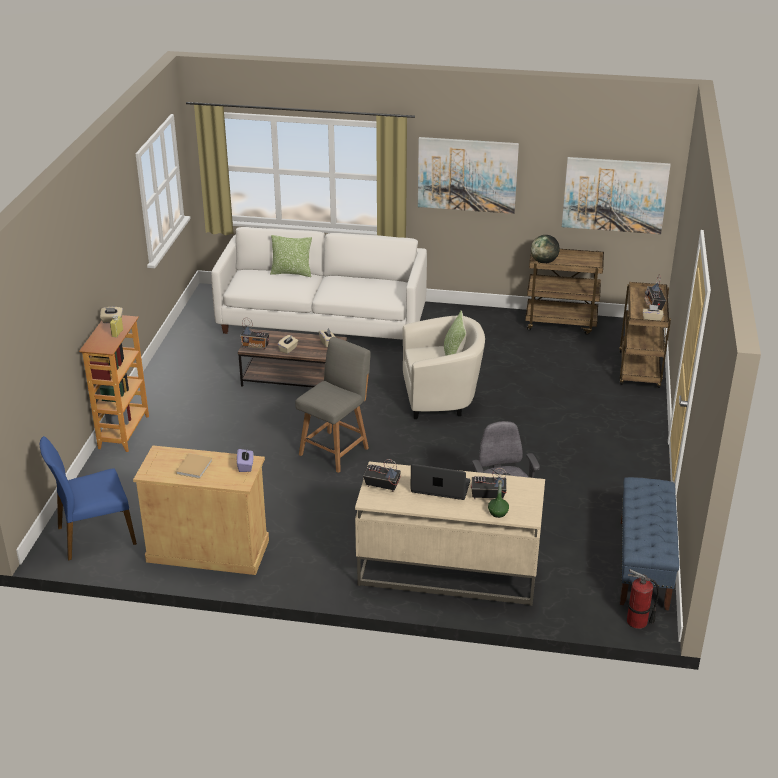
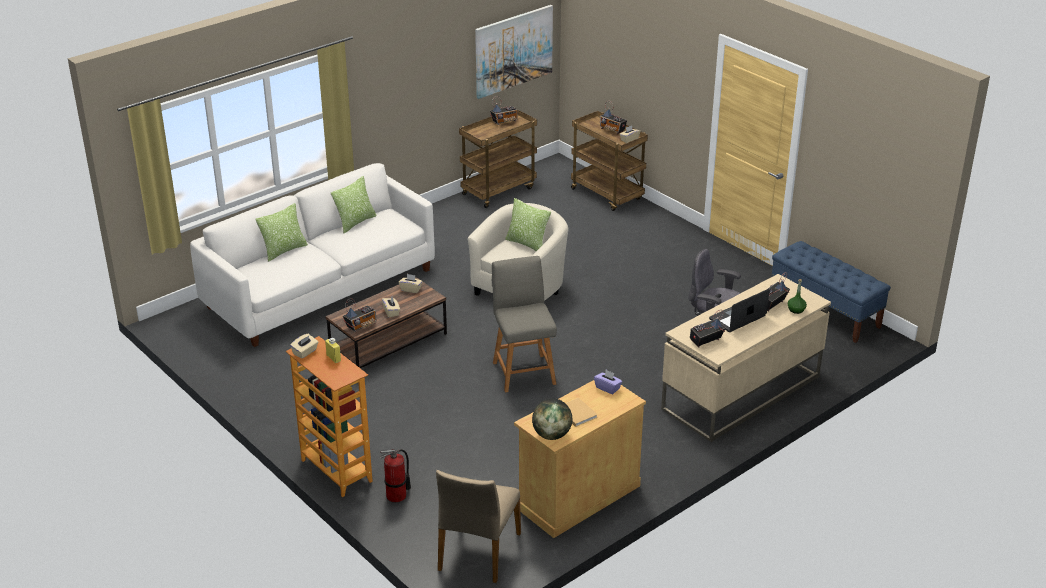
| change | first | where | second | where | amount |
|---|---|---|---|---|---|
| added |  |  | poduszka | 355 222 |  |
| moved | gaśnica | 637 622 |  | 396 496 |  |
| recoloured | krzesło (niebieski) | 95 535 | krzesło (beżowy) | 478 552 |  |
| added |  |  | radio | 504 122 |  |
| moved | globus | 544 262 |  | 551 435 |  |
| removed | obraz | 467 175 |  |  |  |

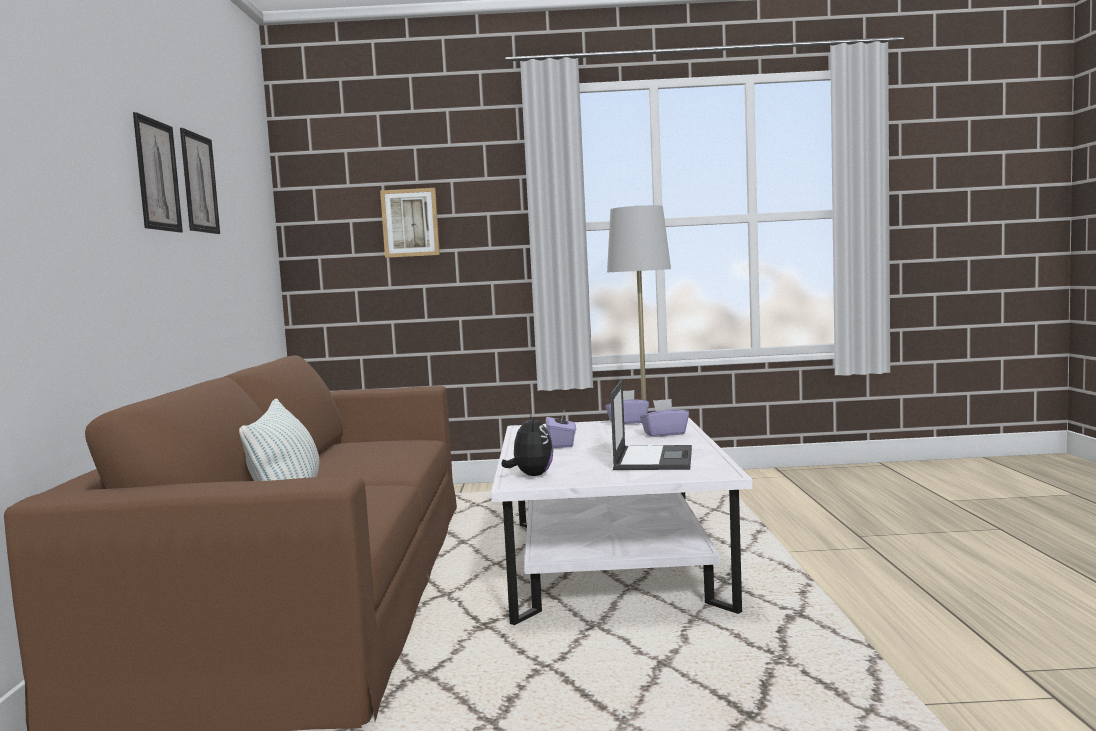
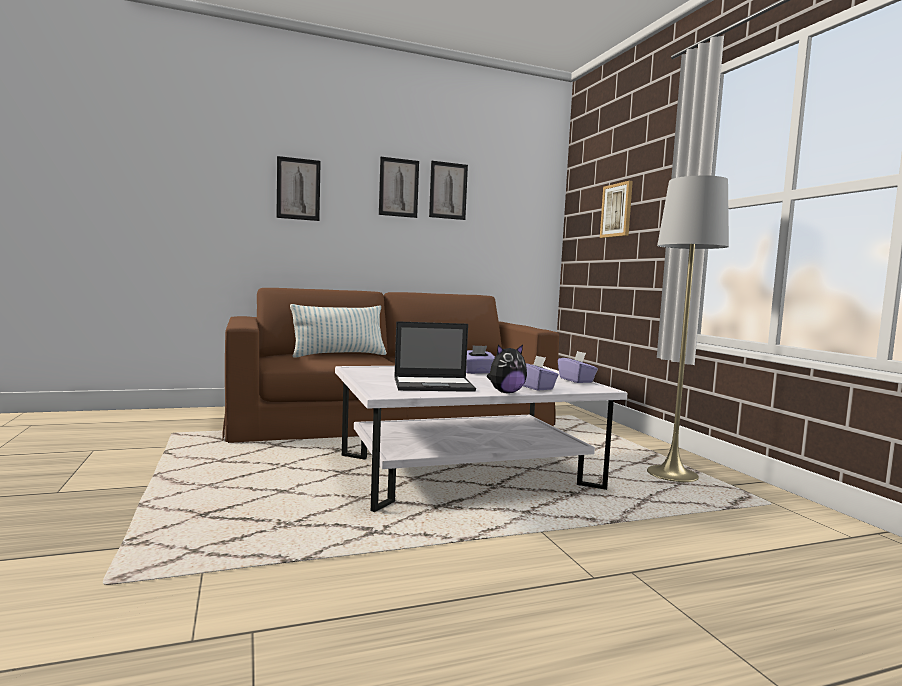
| change | first | where | second | where | amount |
|---|---|---|---|---|---|
| added |  |  | obraz | 298 189 |  |
| moved | pluszak | 531 475 |  | 506 392 |  |

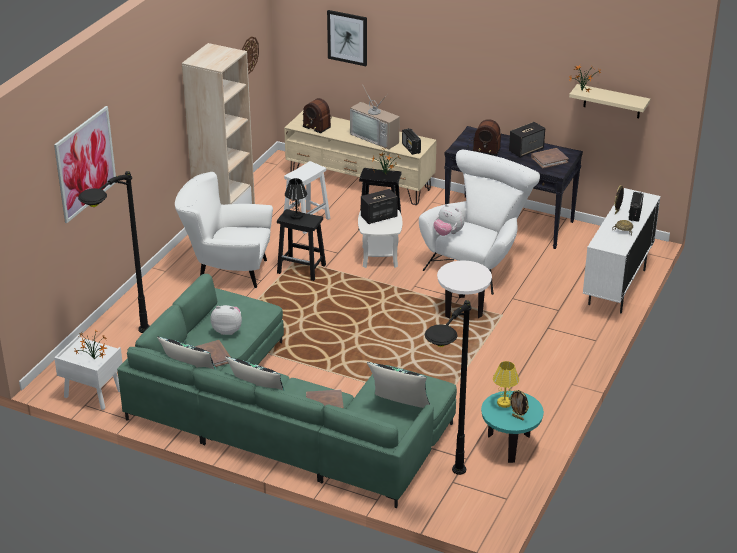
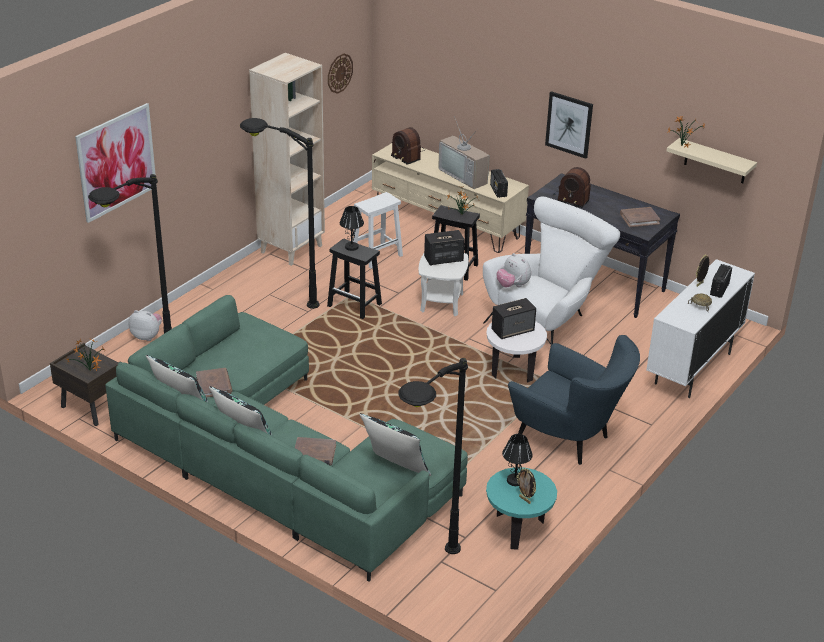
| change | first | where | second | where | amount |
|---|---|---|---|---|---|
| recoloured | szafka nocna (biały) | 92 394 | szafka nocna (brązowy) | 91 407 |  |
| moved | pluszak | 227 330 |  | 147 336 |  |
| replaced | fotel (biały) | 227 271 | lampa stojąca (czarny) | 276 297 |  |
| moved | głośnik | 526 150 |  | 513 330 |  |
| recoloured | lampa stołowa (żółty) | 504 403 | lampa stołowa (czarny) | 515 481 |  |
| added |  |  | fotel (niebieski) | 569 440 |  |
| moved | obraz | 347 37 |  | 569 124 |  |

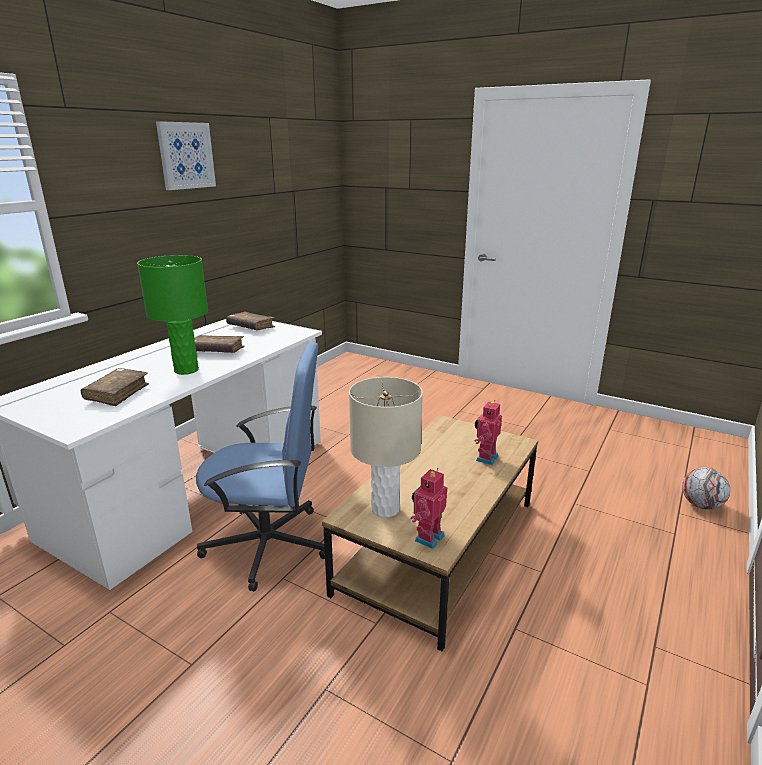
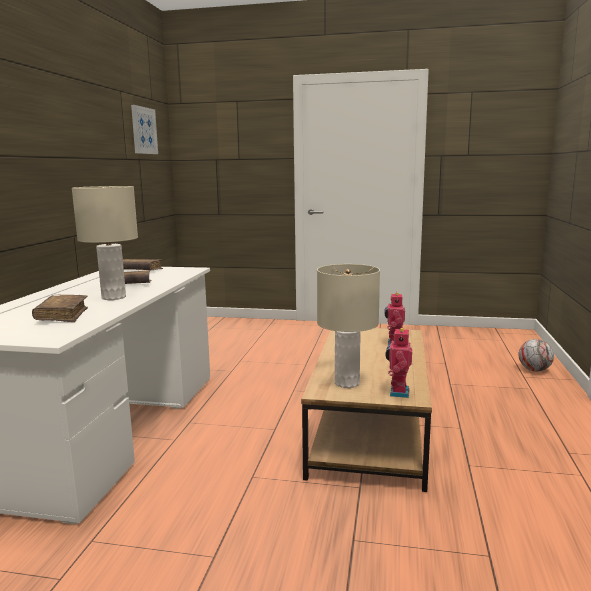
| change | first | where | second | where | amount |
|---|---|---|---|---|---|
| recoloured | lampa stołowa (zielony) | 186 370 | lampa stołowa (beżowy) | 113 297 |  |
| moved | obraz | 186 155 |  | 143 130 |  |
| removed | krzesło biurowe (niebieski) | 269 544 |  |  |  |

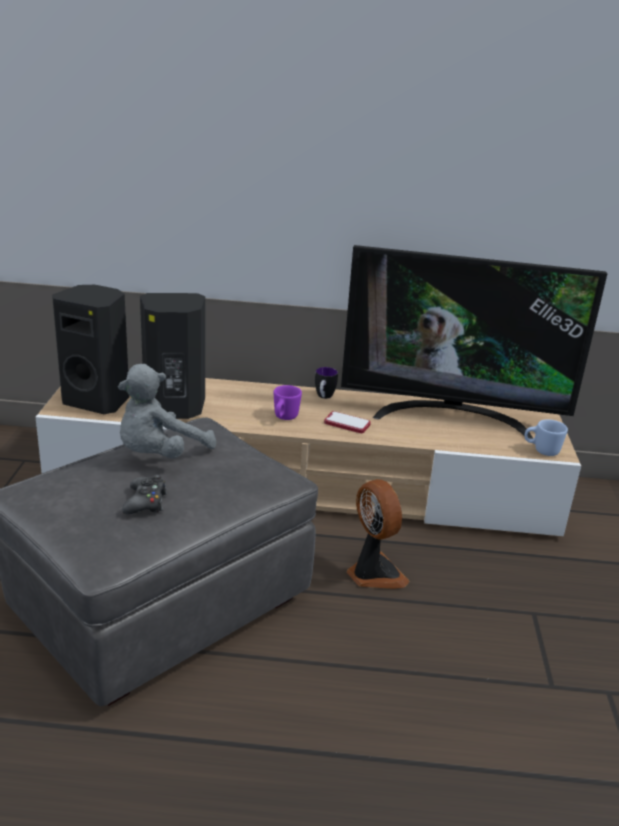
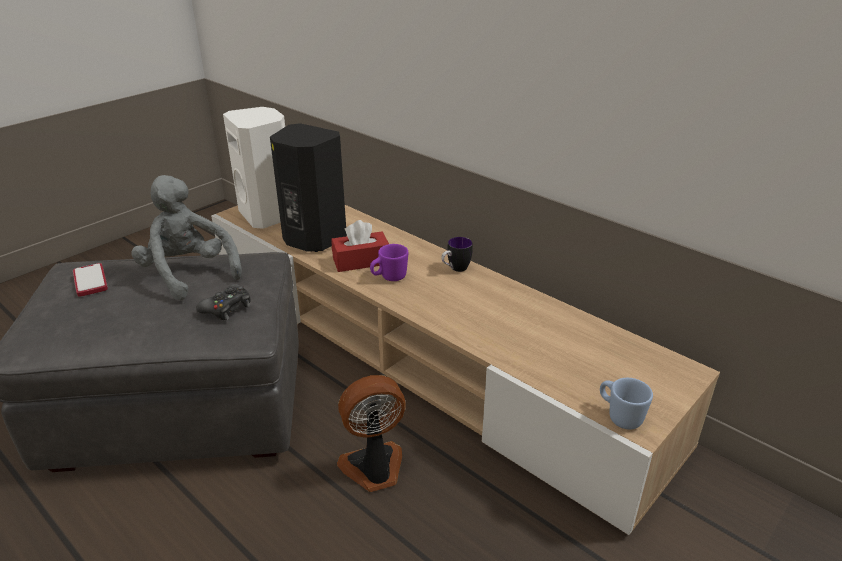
| change | first | where | second | where | amount |
|---|---|---|---|---|---|
| moved | telefon | 347 423 |  | 90 281 |  |
| turned | pluszak (szary) | 160 455 |  | 188 273 | 60 degrees clockwise |
| moved | pad do gier (czarny) | 145 502 |  | 227 308 |  |
| recoloured | głośnik (czarny) | 98 401 | głośnik (biały) | 268 215 |  |
| added |  |  | pudełko chusteczek (czerwony) | 361 261 |  |
| turned | wentylator | 373 573 |  | 374 469 | 120 degrees counterclockwise |
| removed | telewizor | 452 416 |  |  |  |

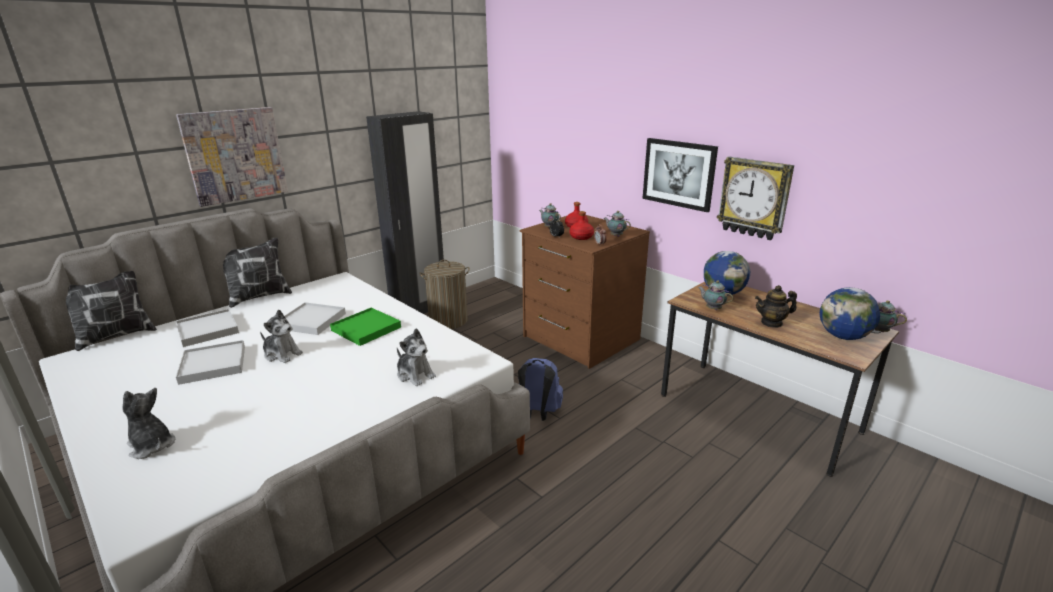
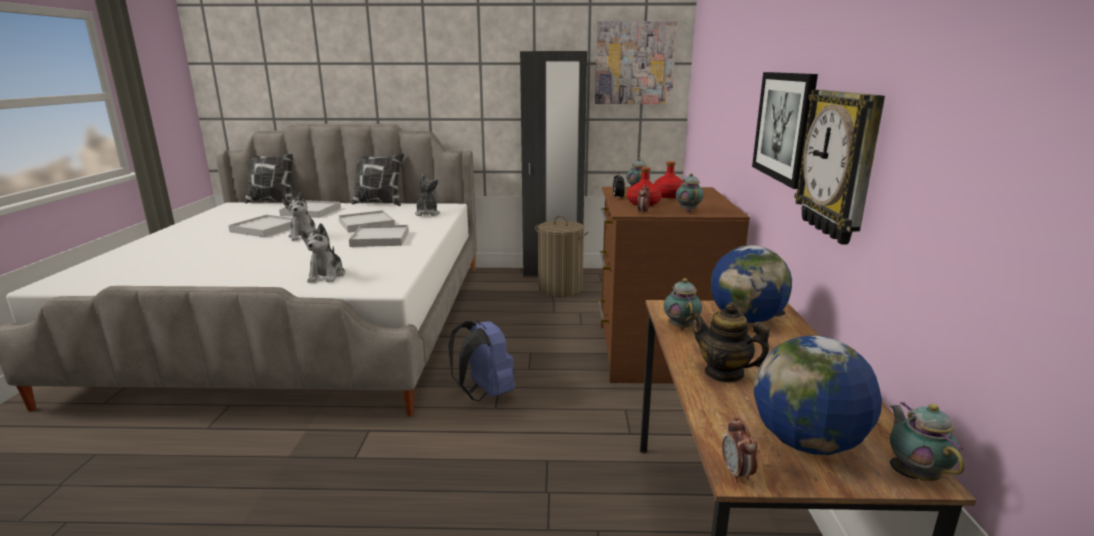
| change | first | where | second | where | amount |
|---|---|---|---|---|---|
| recoloured | taca (zielony) | 366 329 | taca (biały) | 380 239 |  |
| moved | pluszak | 151 446 |  | 427 214 |  |
| moved | obraz | 235 155 |  | 634 63 |  |
| added |  |  | budzik | 736 473 |  |

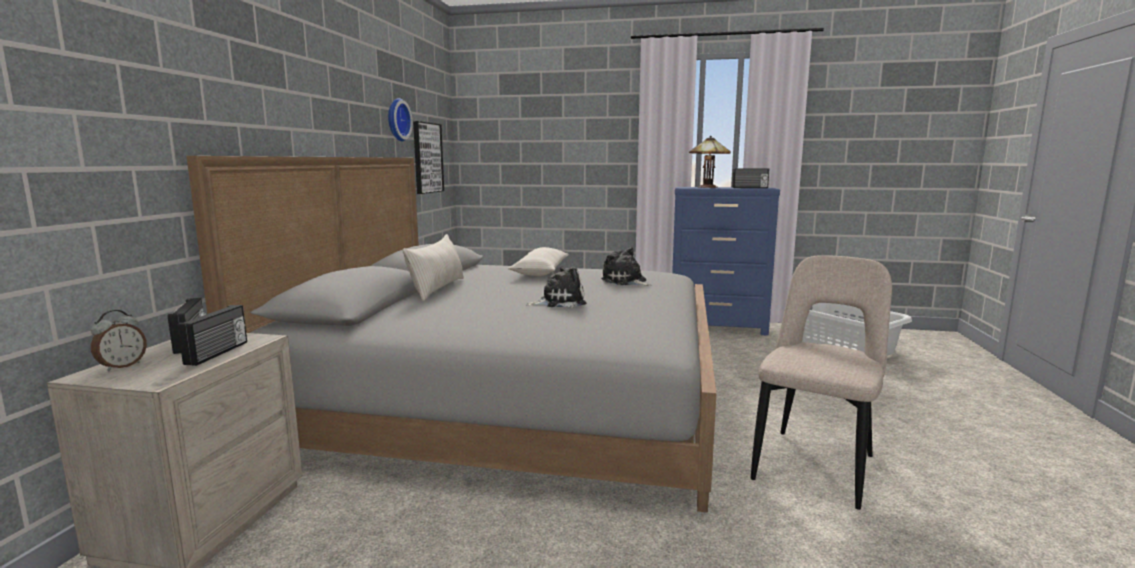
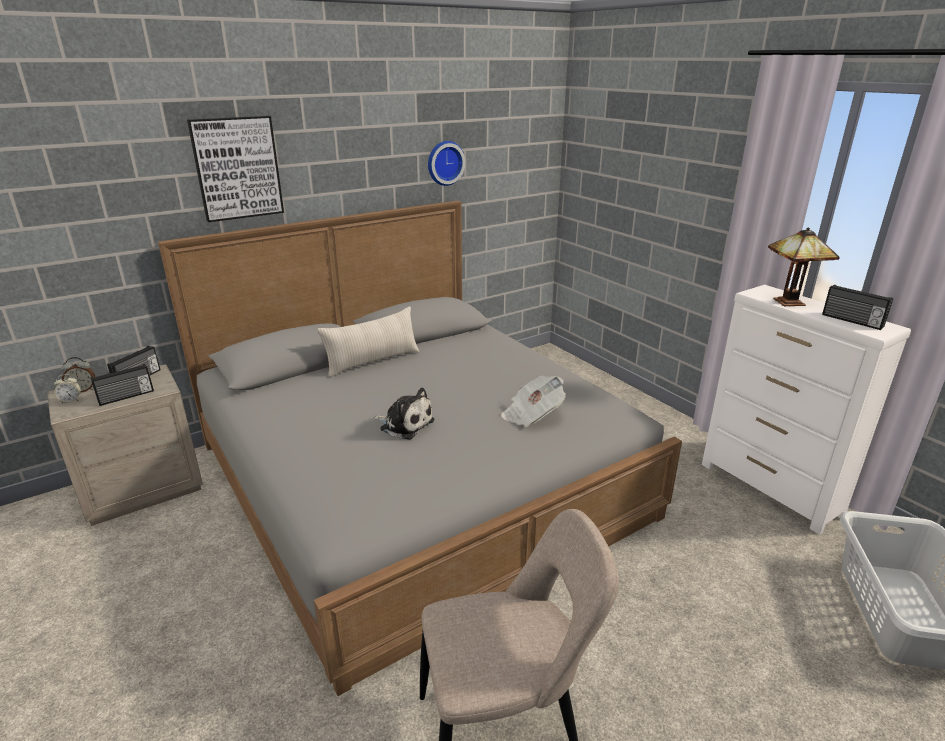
| change | first | where | second | where | amount |
|---|---|---|---|---|---|
| added |  |  | budzik | 70 400 |  |
| moved | obraz | 427 158 |  | 237 168 |  |
| replaced | pluszak | 625 281 | gazeta | 532 415 |  |
| recoloured | komoda (niebieski) | 718 328 | komoda (biały) | 769 490 |  |
| removed | poduszka (beżowy) | 540 271 |  |  |  |

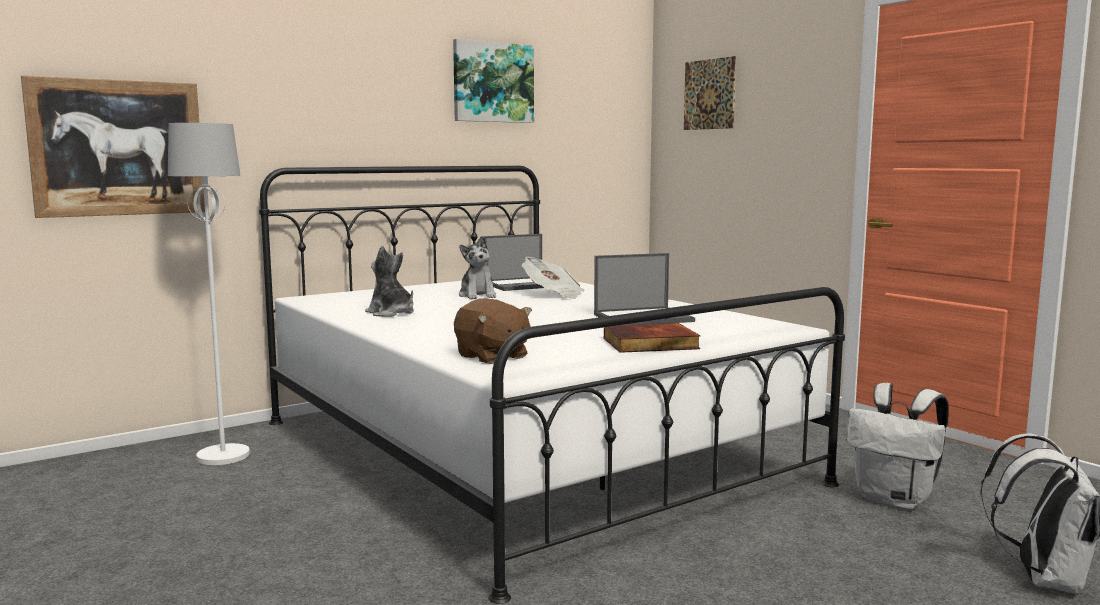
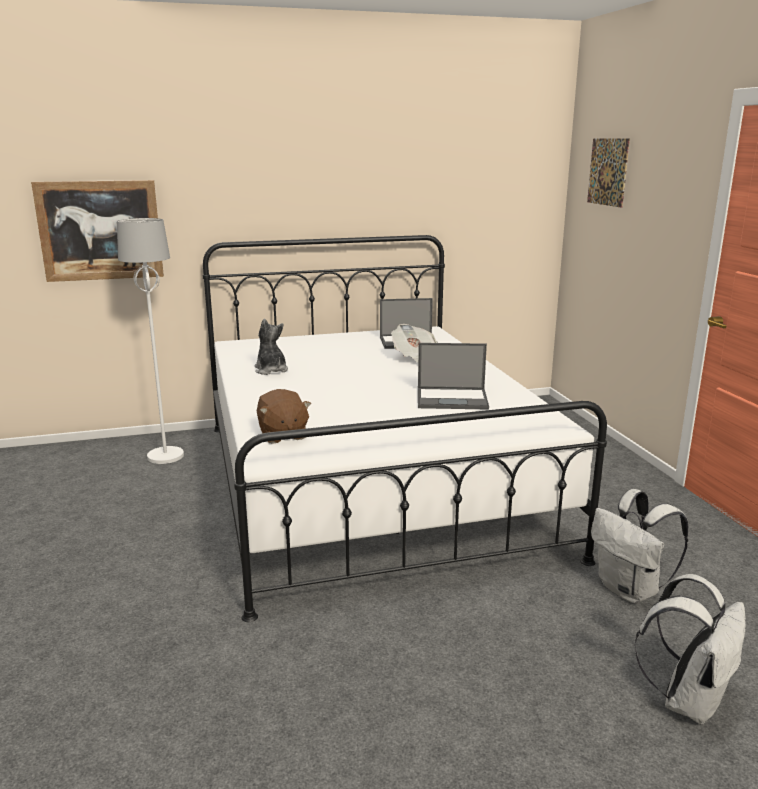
| change | first | where | second | where | amount |
|---|---|---|---|---|---|
| removed | obraz | 492 82 |  |  |  |
| removed | pluszak | 478 295 |  |  |  |
| removed | książka | 650 344 |  |  |  |

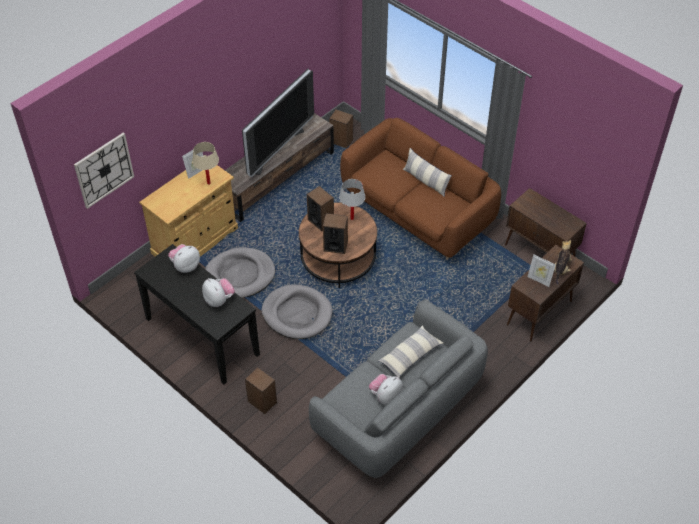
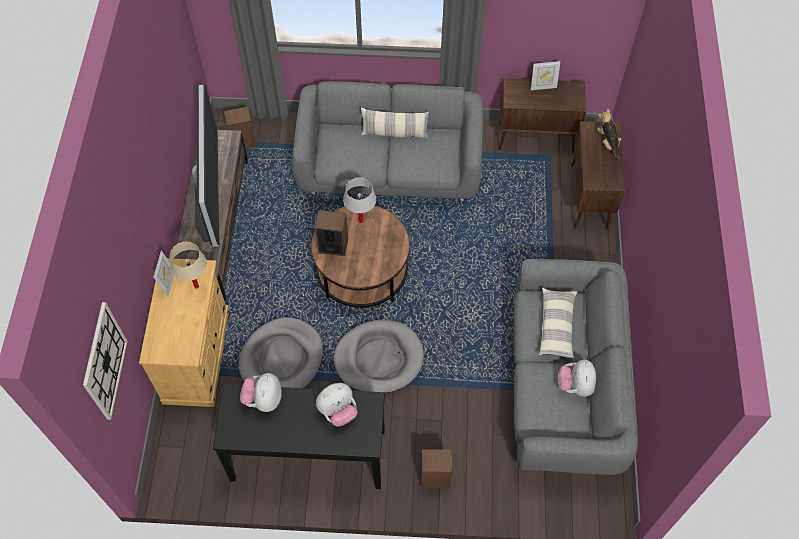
| change | first | where | second | where | amount |
|---|---|---|---|---|---|
| recoloured | kanapa (brązowy) | 418 211 | kanapa (szary) | 389 169 |  |
| turned | pluszak | 219 300 |  | 338 411 | 135 degrees clockwise |
| moved | ramka na zdjęcie | 539 280 |  | 543 86 |  |
| removed | głośnik | 335 246 |  |  |  |

